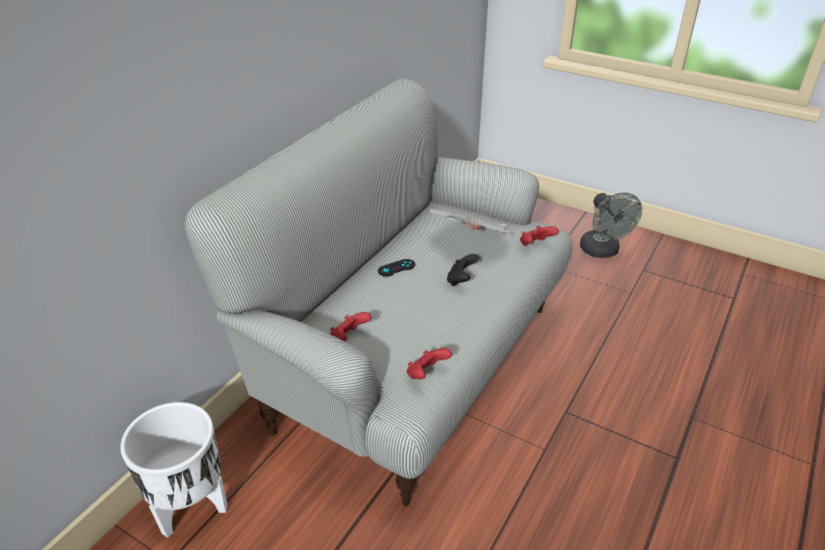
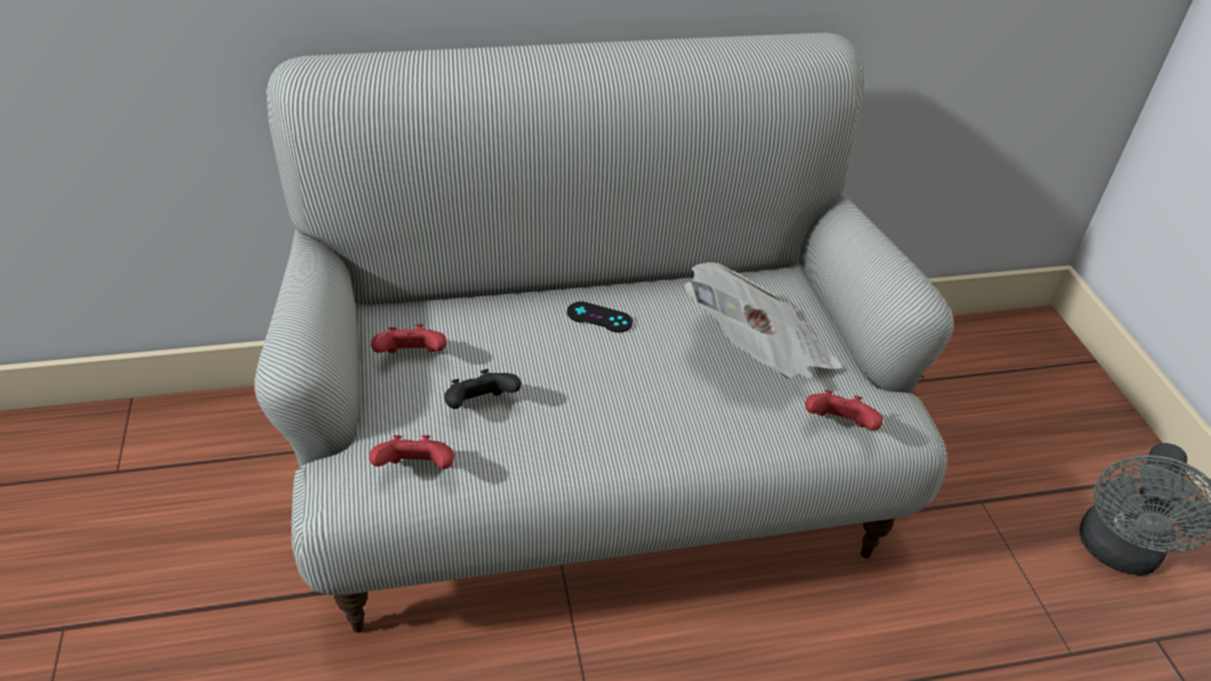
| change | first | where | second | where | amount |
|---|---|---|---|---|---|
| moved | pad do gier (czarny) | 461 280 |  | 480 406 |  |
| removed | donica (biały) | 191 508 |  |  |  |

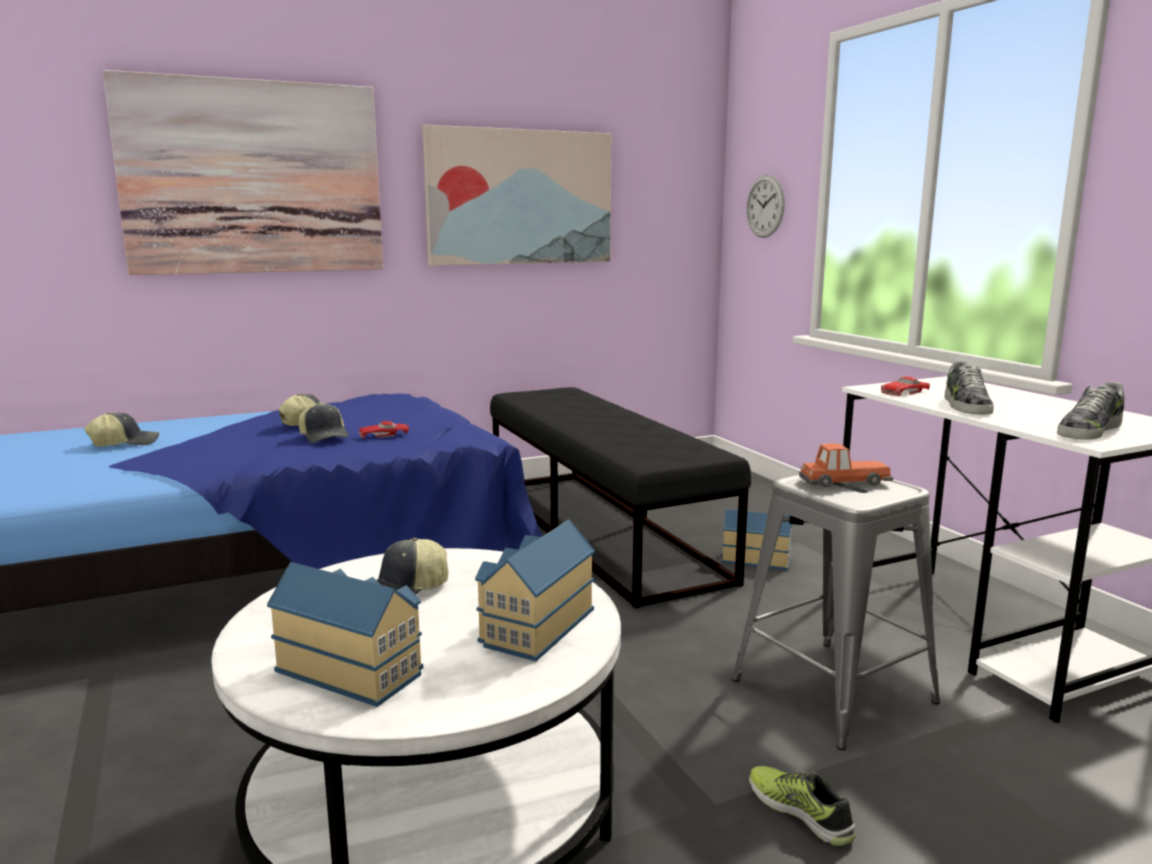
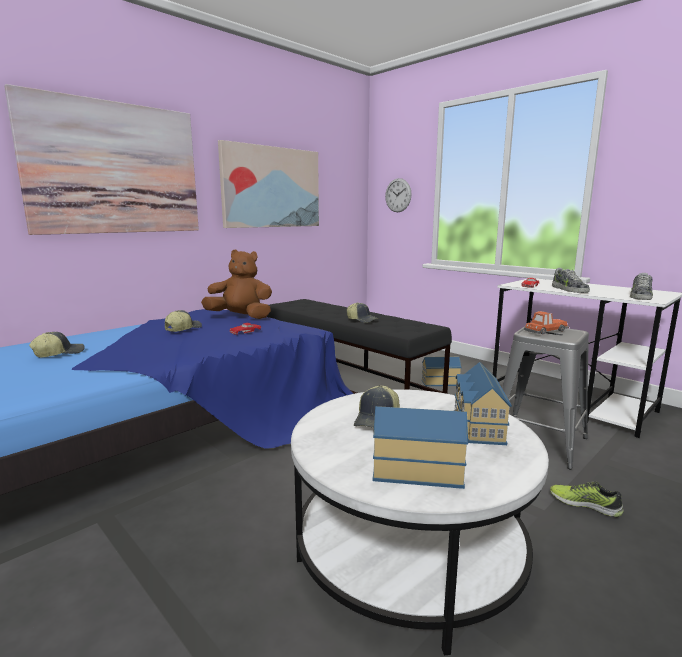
| change | first | where | second | where | amount |
|---|---|---|---|---|---|
| added |  |  | pluszak (brązowy) | 241 317 |  |
| moved | czapka z daszkiem | 325 436 |  | 362 320 |  |

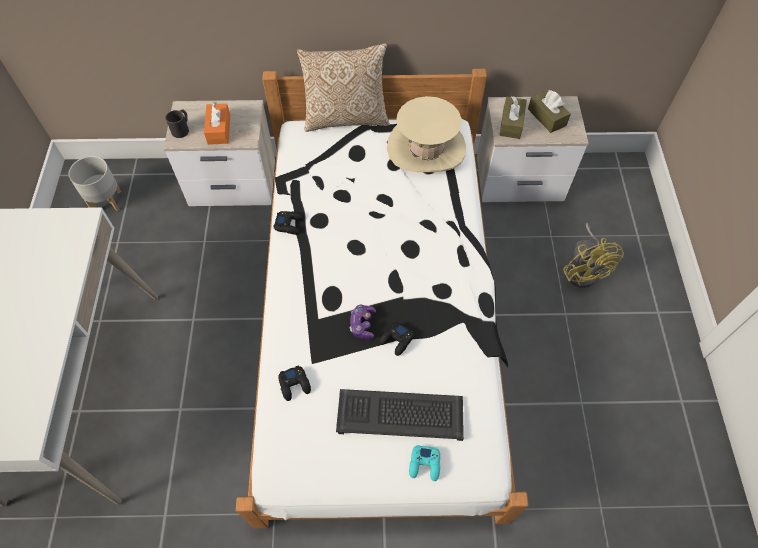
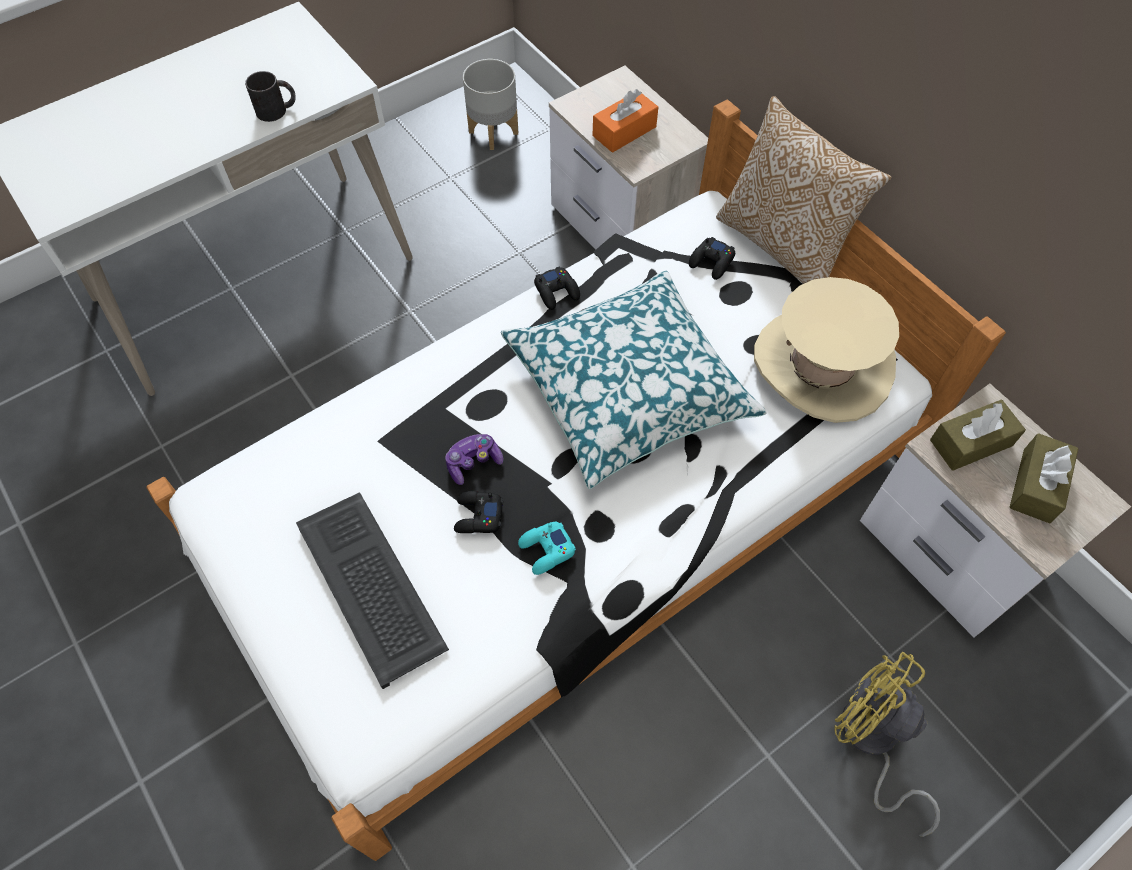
| change | first | where | second | where | amount |
|---|---|---|---|---|---|
| moved | kubek (czarny) | 182 128 |  | 277 110 |  |
| added |  |  | poduszka | 628 389 |  |
| moved | pad do gier (turkusowy) | 425 464 |  | 546 550 |  |
| moved | pad do gier (czarny) | 295 384 |  | 711 262 |  |
| turned | wentylator (żółty) | 583 270 |  | 871 741 | 90 degrees clockwise |

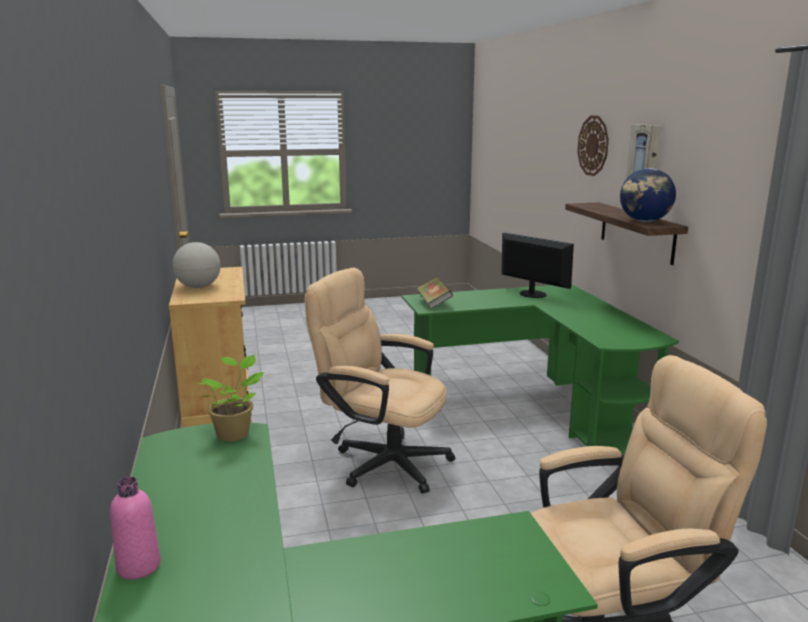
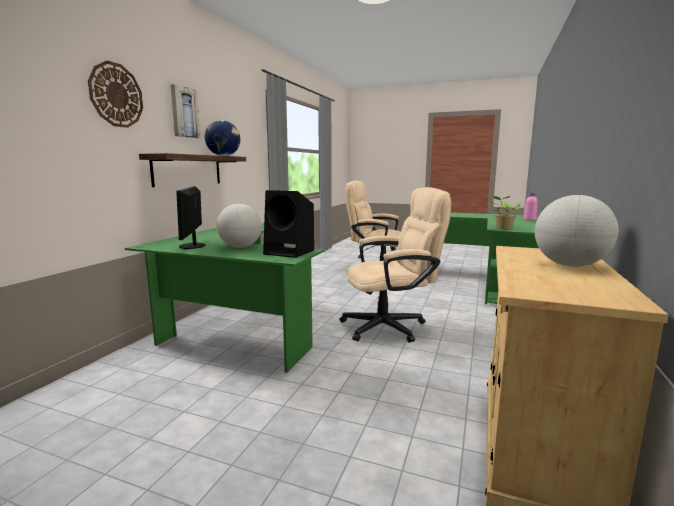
| change | first | where | second | where | amount |
|---|---|---|---|---|---|
| added |  |  | globus | 240 247 |  |
| replaced | książka | 434 304 | głośnik (czarny) | 290 252 |  |
| turned | krzesło biurowe (beżowy) | 382 461 |  | 391 326 | 75 degrees counterclockwise |

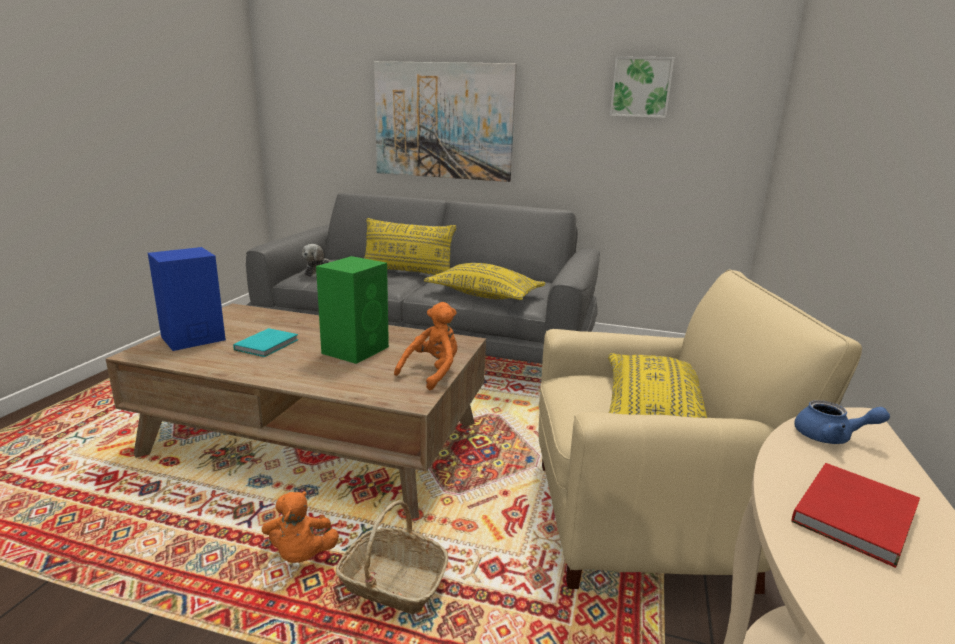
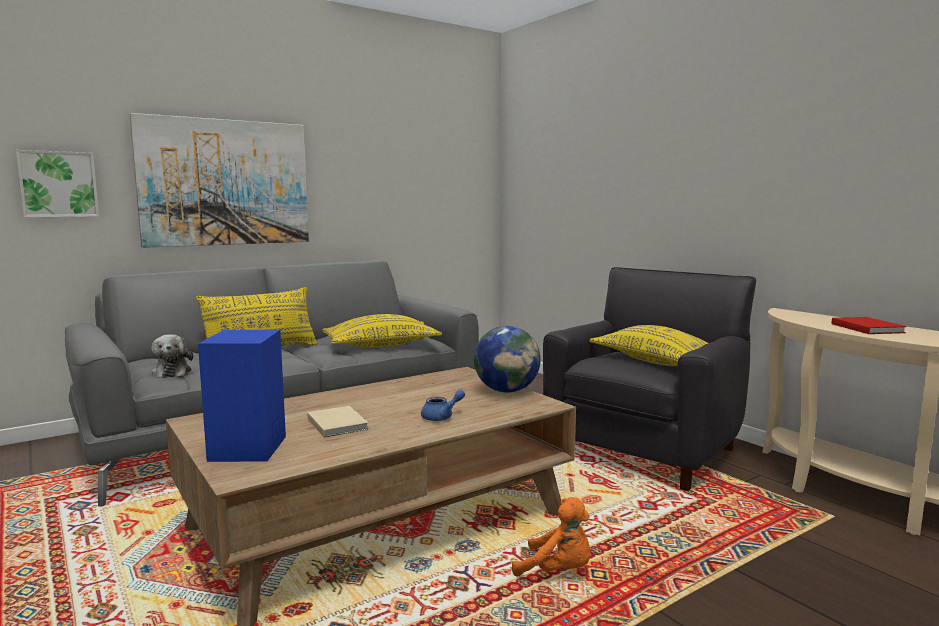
| change | first | where | second | where | amount |
|---|---|---|---|---|---|
| moved | obraz | 641 87 |  | 58 184 |  |
| recoloured | książka (turkusowy) | 268 344 | książka (beżowy) | 338 423 |  |
| moved | imbryk (niebieski) | 831 437 |  | 442 417 |  |
| replaced | pluszak (pomarańczowy) | 432 373 | globus | 506 391 |  |
| recoloured | fotel (beżowy) | 643 521 | fotel (czarny) | 646 450 |  |
| removed | głośnik (zielony) | 356 349 |  |  |  |
| removed | koszyk | 392 583 |  |  |  |

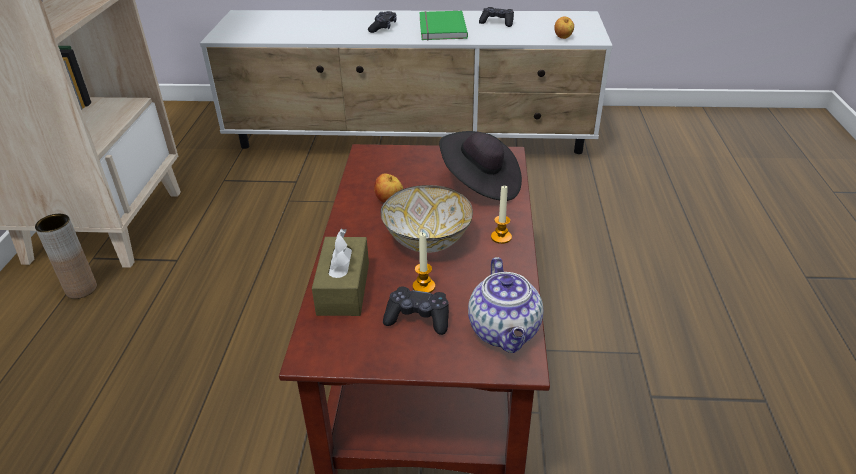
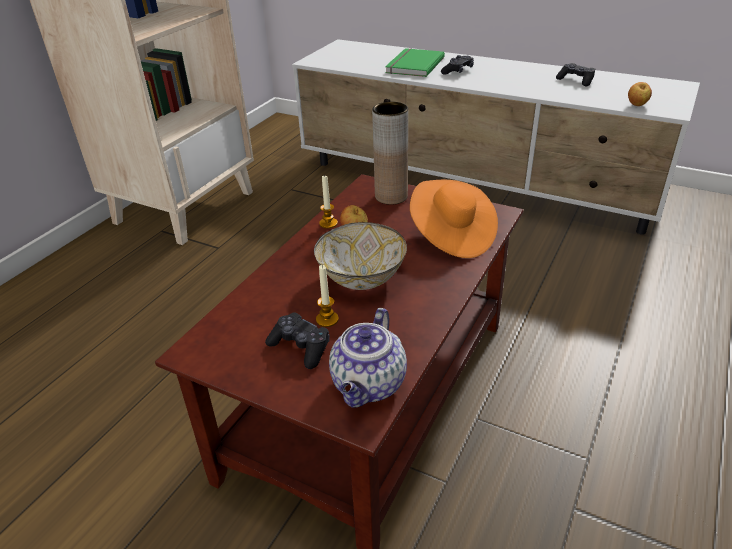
| change | first | where | second | where | amount |
|---|---|---|---|---|---|
| moved | świeca | 501 237 |  | 328 223 |  |
| moved | wazon (brązowy) | 81 289 |  | 391 196 |  |
| moved | książka (zielony) | 440 28 |  | 413 65 |  |
| recoloured | kapelusz (czarny) | 480 184 | kapelusz (pomarańczowy) | 451 236 |  |
| removed | pudełko chusteczek (brązowy) | 343 288 |  |  |  |

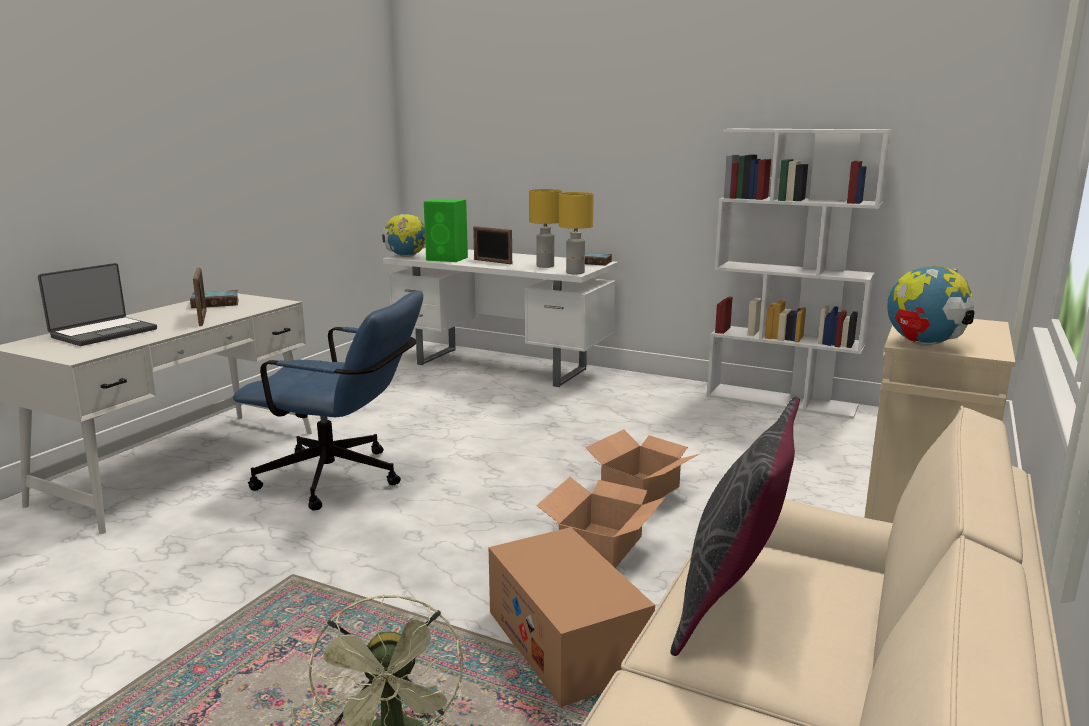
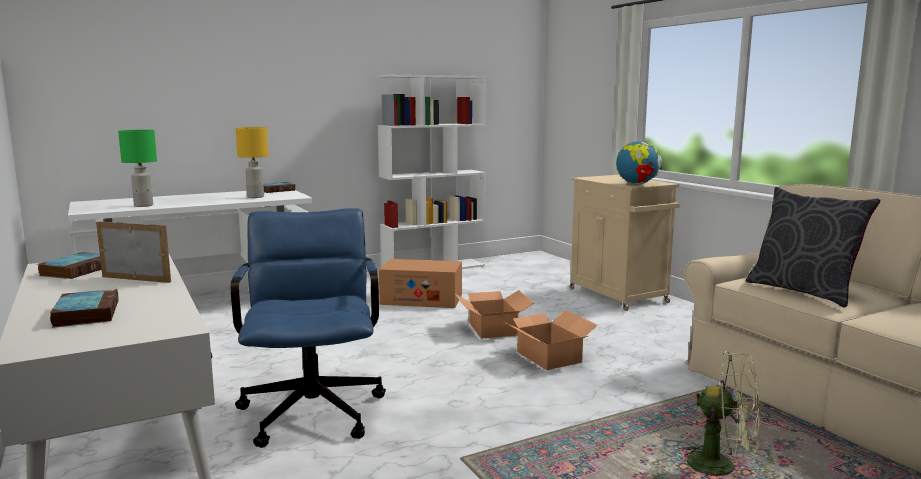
| change | first | where | second | where | amount |
|---|---|---|---|---|---|
| replaced | laptop | 103 333 | książka | 86 313 |  |
| replaced | głośnik (zielony) | 448 259 | lampa stołowa (zielony) | 144 205 |  |
| turned | krzesło biurowe (niebieski) | 342 480 |  | 313 407 | 60 degrees counterclockwise |
| moved | karton | 566 642 |  | 421 299 |  |
| removed | globus | 406 256 |  |  |  |
| removed | ramka na zdjęcie | 492 262 |  |  |  |
| removed | lampa stołowa (żółty) | 575 273 |  |  |  |

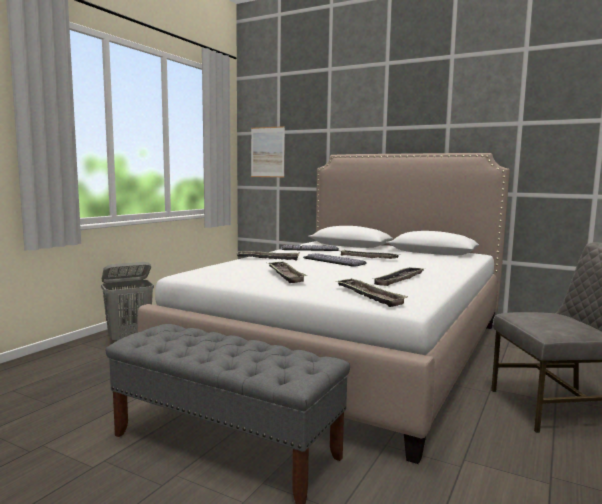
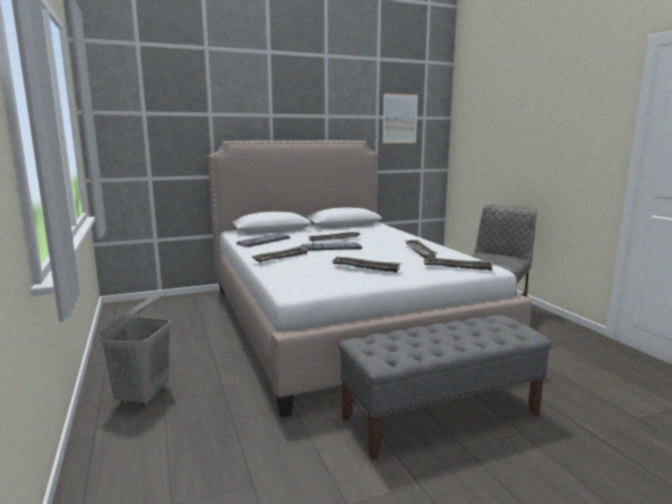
| change | first | where | second | where | amount |
|---|---|---|---|---|---|
| moved | obraz | 267 152 |  | 400 118 |  |

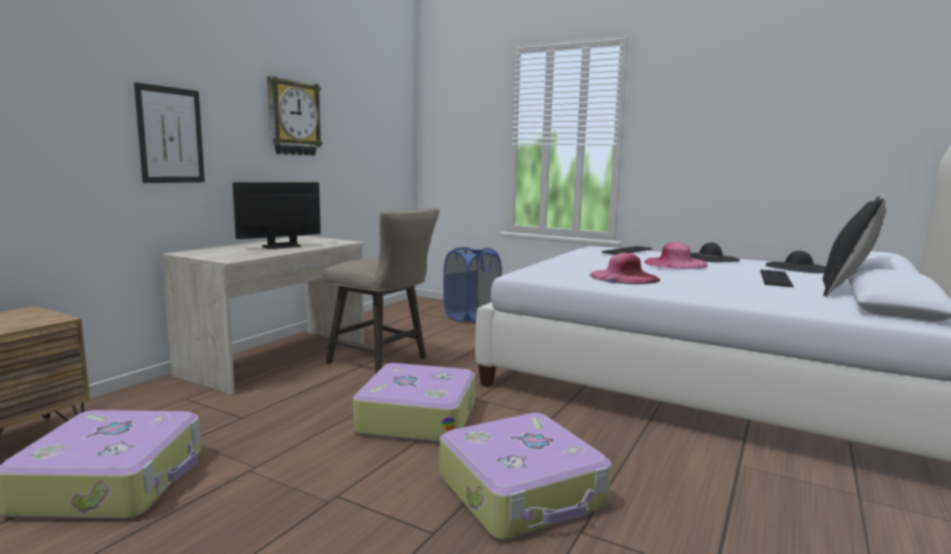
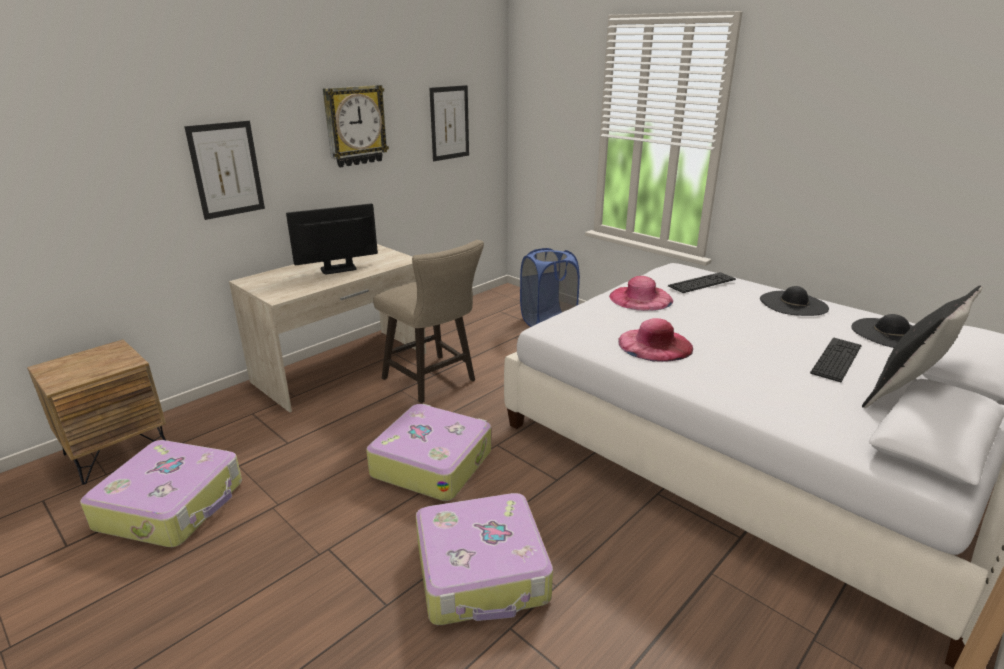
| change | first | where | second | where | amount |
|---|---|---|---|---|---|
| added |  |  | obraz | 449 123 |  |
| moved | kapelusz (różowy) | 675 263 |  | 640 298 |  |

